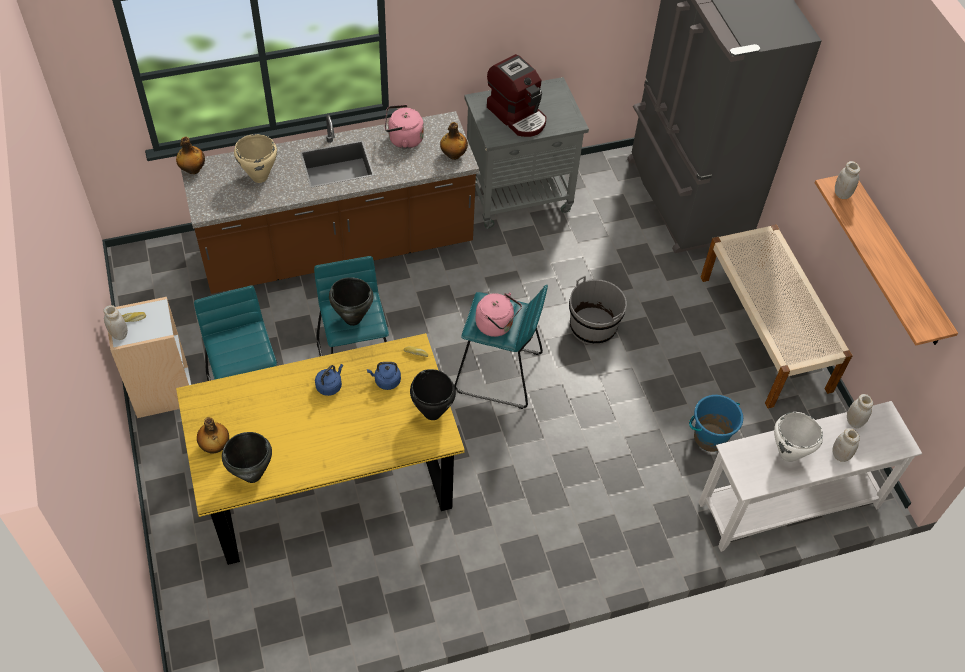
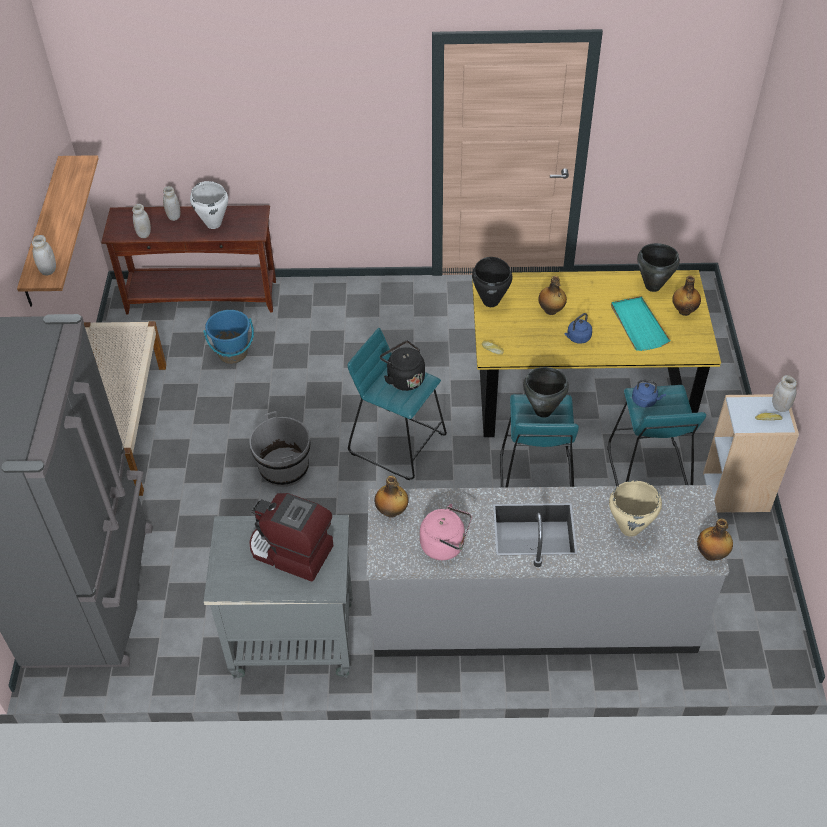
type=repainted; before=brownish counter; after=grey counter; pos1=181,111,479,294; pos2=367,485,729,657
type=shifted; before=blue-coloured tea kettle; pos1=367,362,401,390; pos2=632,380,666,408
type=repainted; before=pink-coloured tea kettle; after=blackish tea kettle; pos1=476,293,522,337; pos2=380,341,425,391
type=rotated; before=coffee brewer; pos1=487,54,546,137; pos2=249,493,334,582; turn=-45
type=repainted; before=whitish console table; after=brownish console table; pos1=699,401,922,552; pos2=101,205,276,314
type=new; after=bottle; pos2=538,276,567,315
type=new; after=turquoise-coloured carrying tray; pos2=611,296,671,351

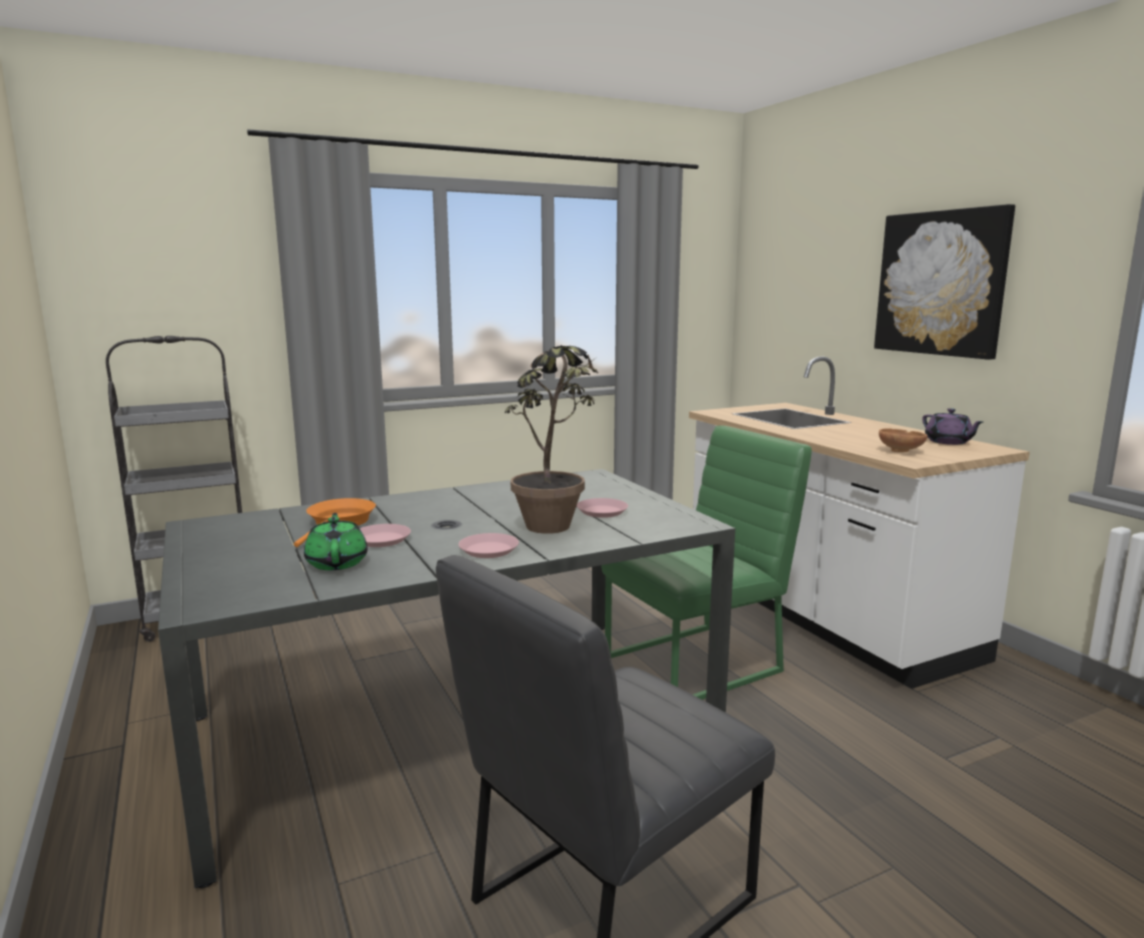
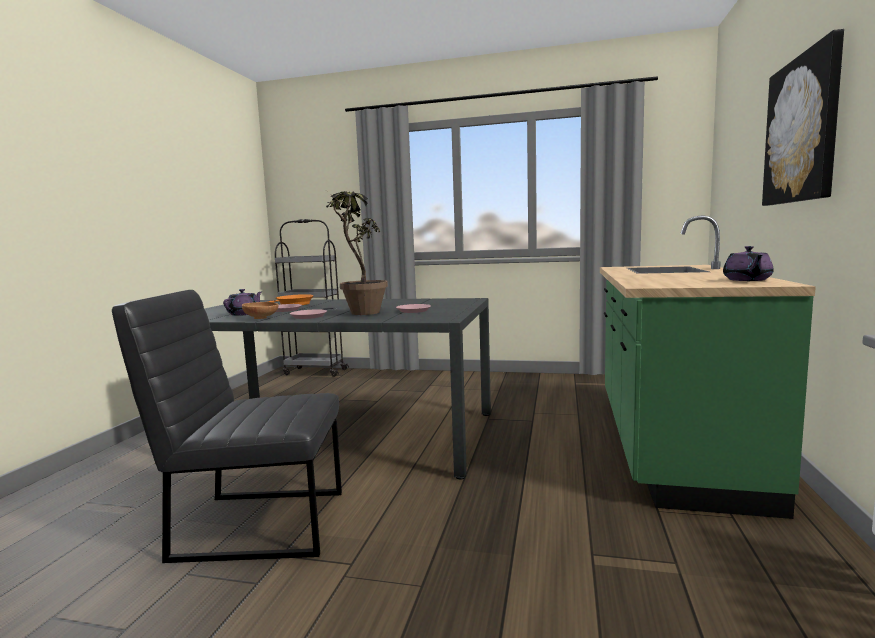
type=repainted; before=green teapot; after=purple teapot; pos1=304,513,368,570; pos2=223,289,262,316
type=gone; before=green chair; pos1=601,426,812,700
type=repainted; before=whitish counter; after=green counter; pos1=689,356,1030,689; pos2=600,215,816,519
type=shifted; before=brownish deep dish; pos1=879,428,927,452; pos2=242,302,278,319

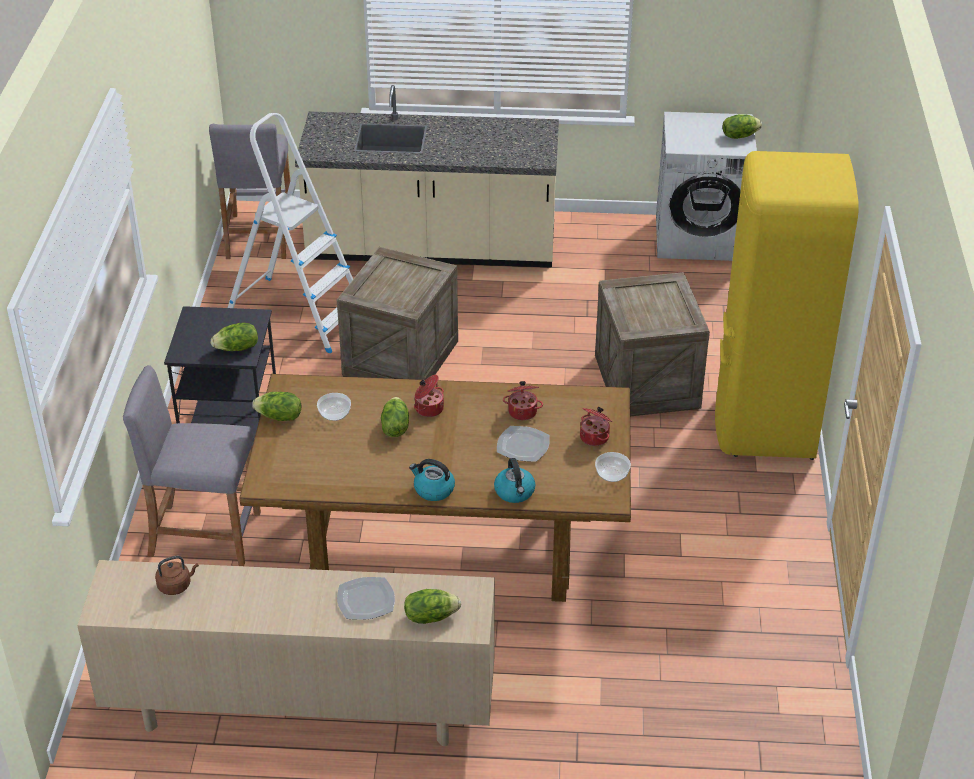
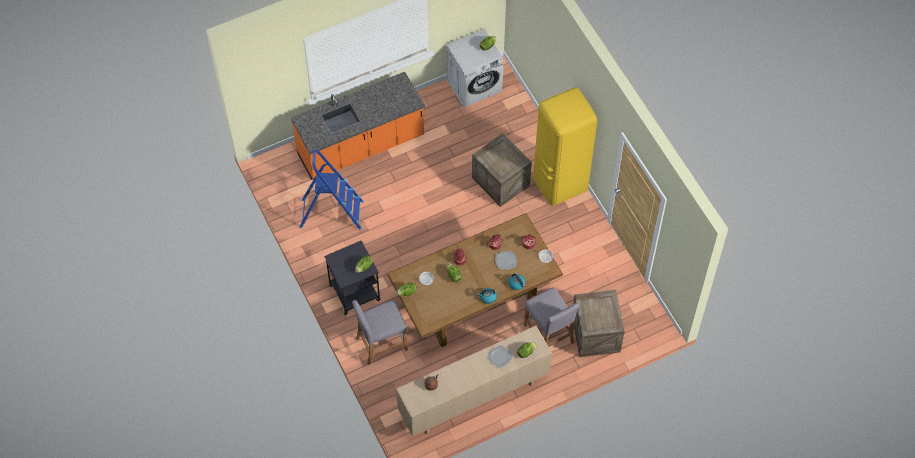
type=shifted; before=grey stool; pos1=209,123,290,259; pos2=524,287,579,347
type=repainted; before=whitish step stool; after=blue-coloured step stool; pos1=227,113,353,353; pos2=299,150,364,230
type=repainted; before=beige counter; after=orangey counter; pos1=295,85,559,268; pos2=291,72,425,180
type=shifted; before=shipping crate; pos1=337,247,458,380; pos2=573,290,625,357

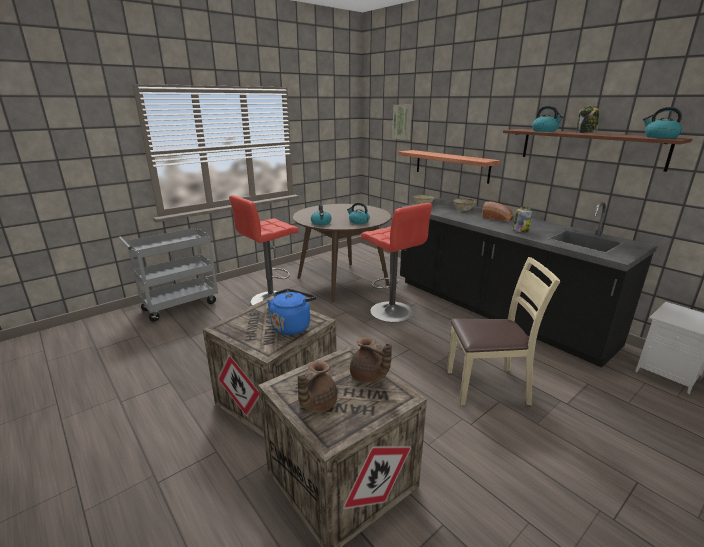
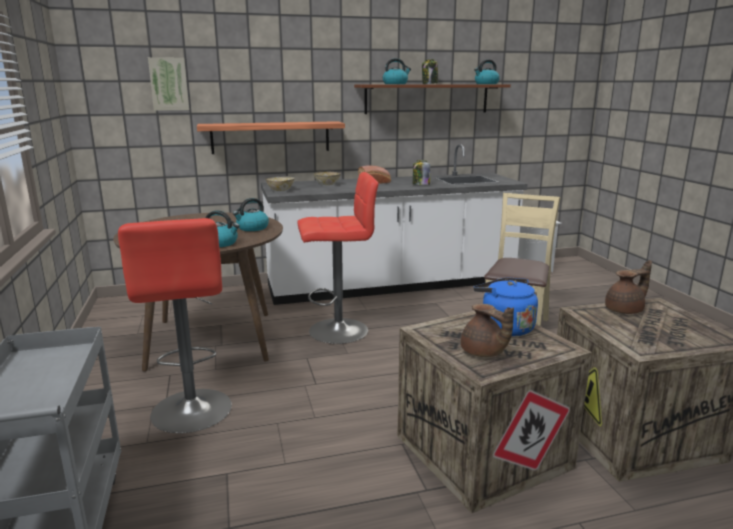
type=shifted; before=brownish teapot; pos1=298,361,337,412; pos2=461,304,514,357
type=repainted; before=blackish counter; after=whitish counter; pos1=400,198,657,368; pos2=261,144,528,305

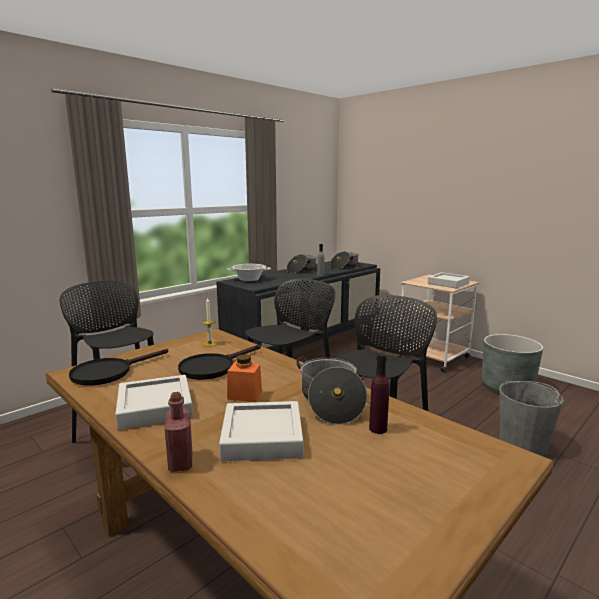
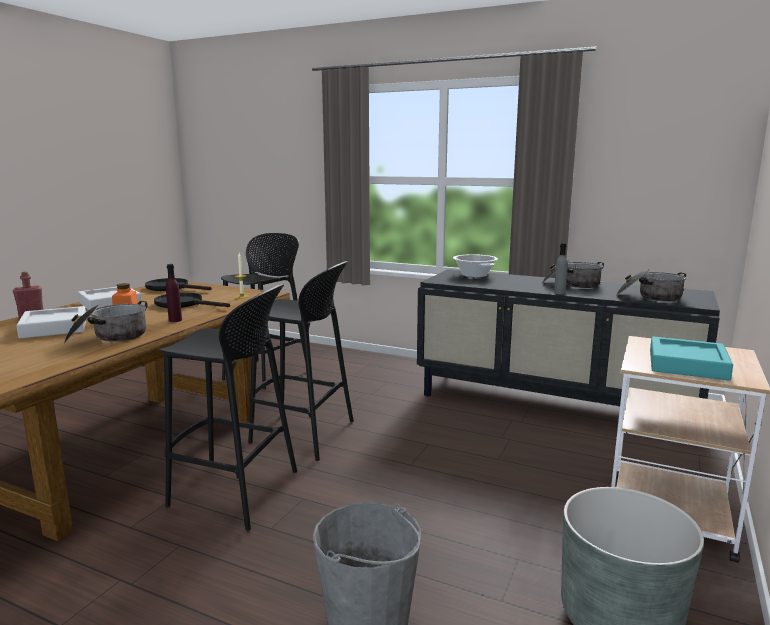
type=shifted; before=purple bottle; pos1=369,353,389,434; pos2=166,264,182,322
type=repainted; before=grey carrying tray; after=turquoise-coloured carrying tray; pos1=428,272,470,288; pos2=650,336,733,381

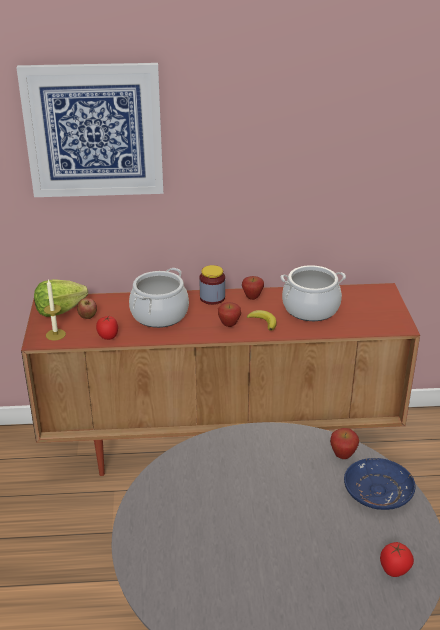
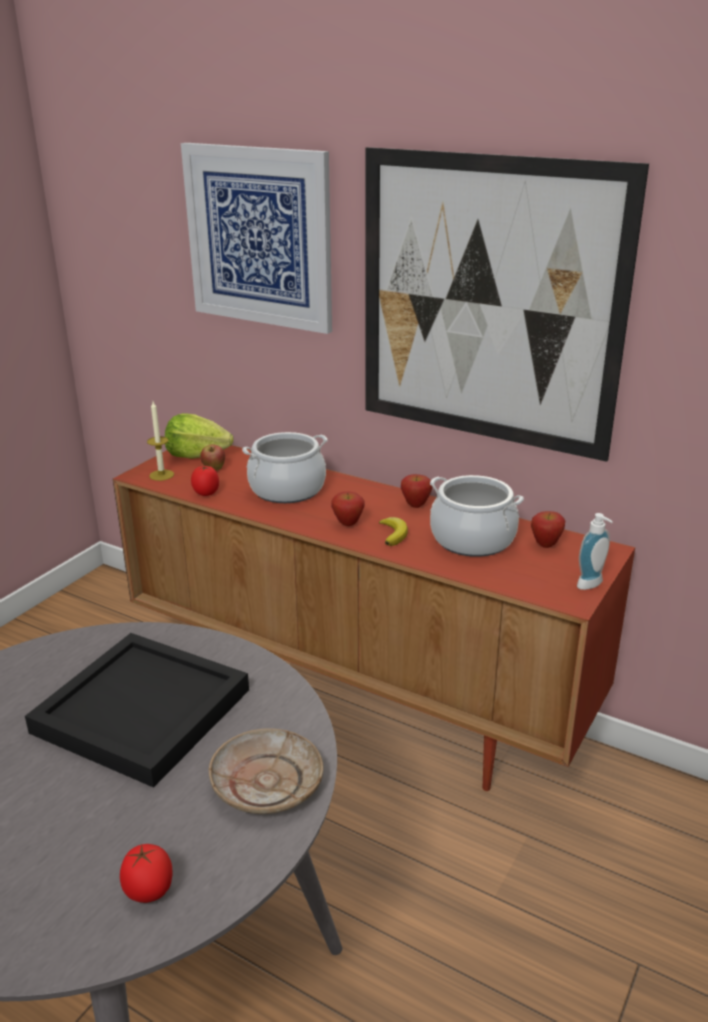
type=gone; before=storage jar; pos1=200,265,225,305
type=shifted; before=apple; pos1=330,428,359,459; pos2=531,511,565,548
type=repainted; before=blue-coloured dinner plate; after=beige dinner plate; pos1=344,458,416,510; pos2=209,728,324,814
type=new; after=blackish carrying tray; pos2=25,633,249,788
type=new; after=wall art; pos2=365,147,649,462
type=new; after=liquid soap bottle; pos2=577,513,613,590

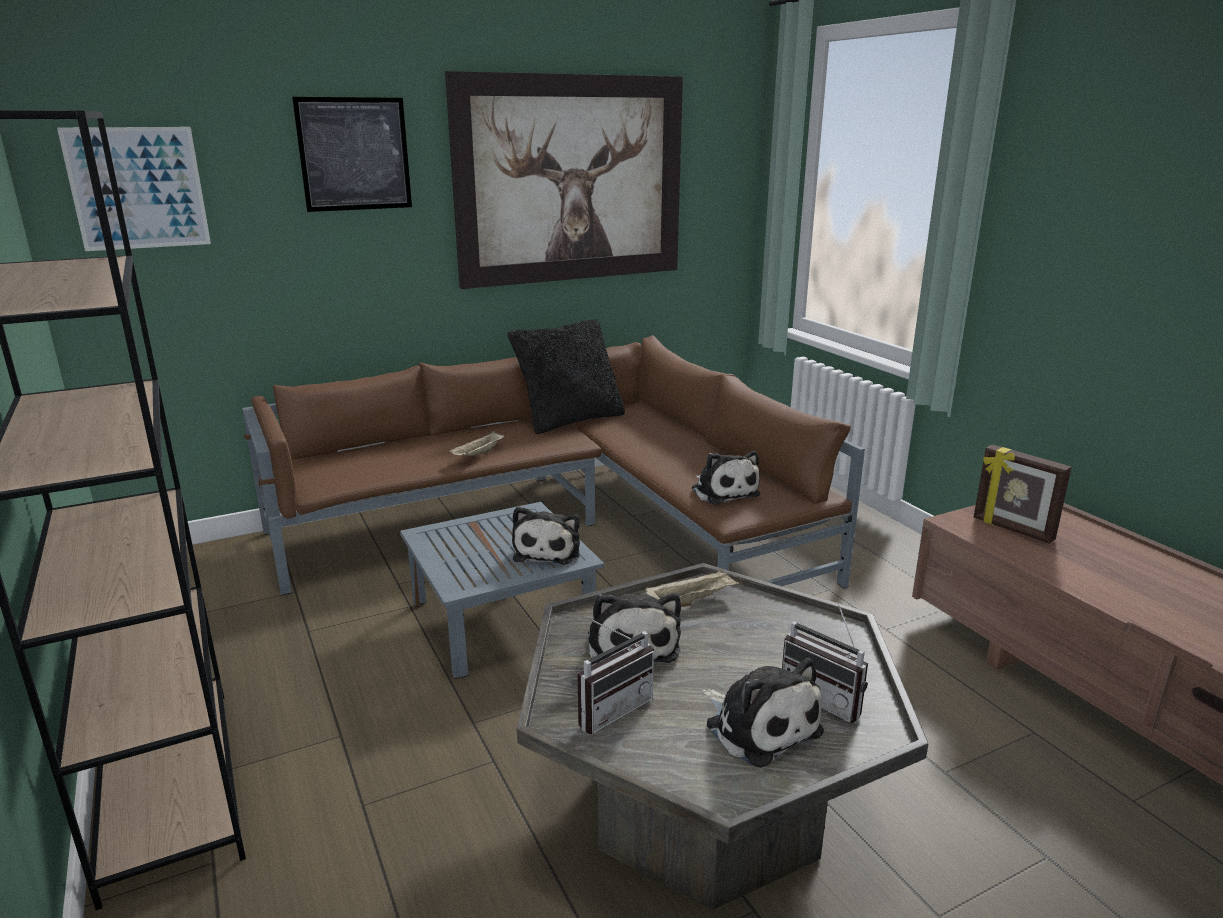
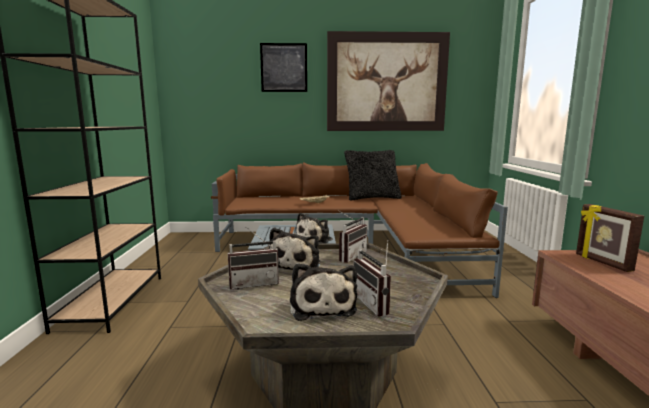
type=gone; before=wall art; pos1=57,127,211,251
type=swapped; before=beige carrying tray; after=radio; pos1=645,569,740,607; pos2=338,210,367,263
type=gone; before=cuddly toy; pos1=692,451,760,505

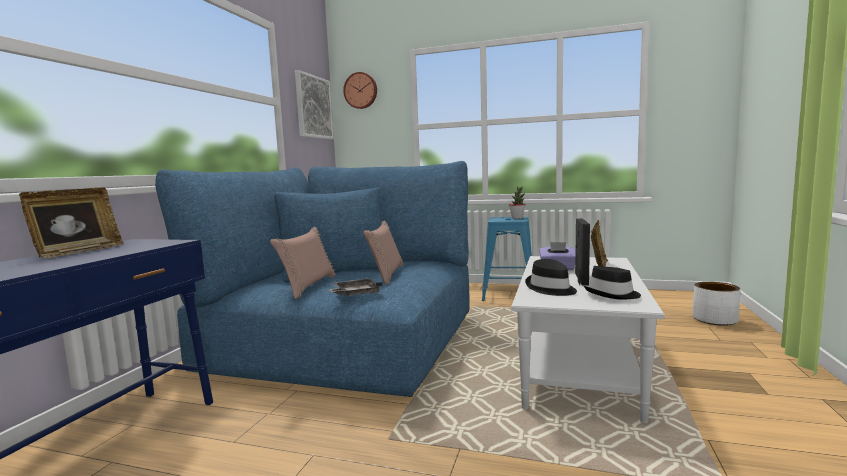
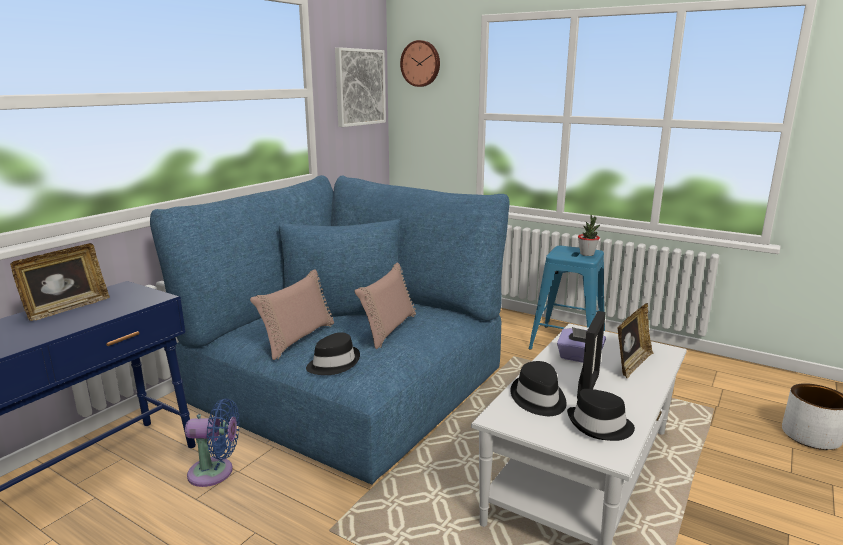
type=swapped; before=grey carrying tray; after=blackish wearable hat; pos1=328,278,383,296; pos2=306,332,360,375
type=new; after=blue-coloured cooling fan; pos2=185,398,240,487

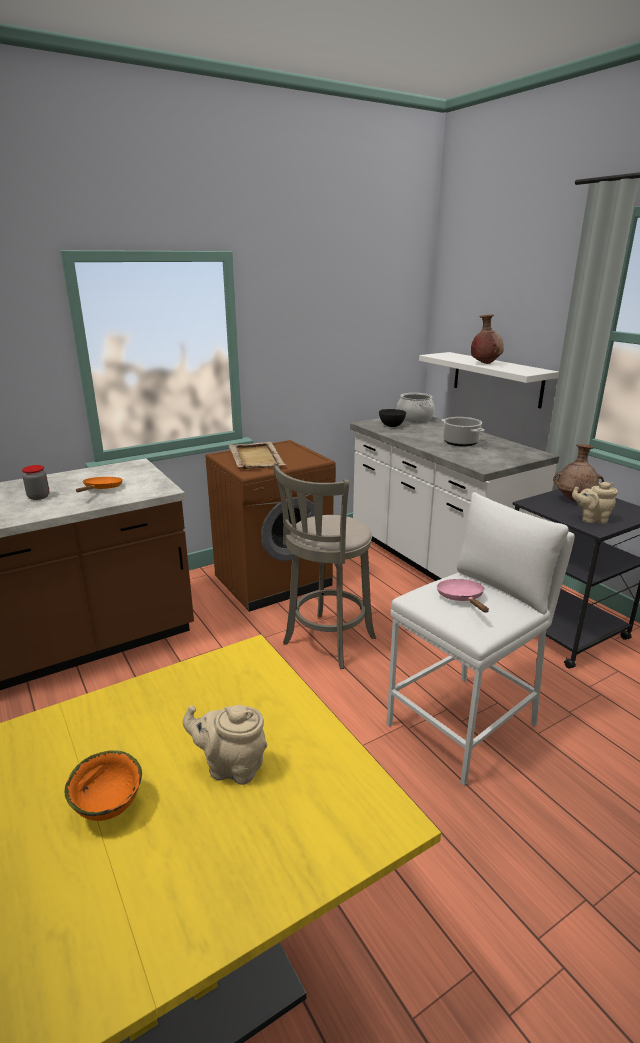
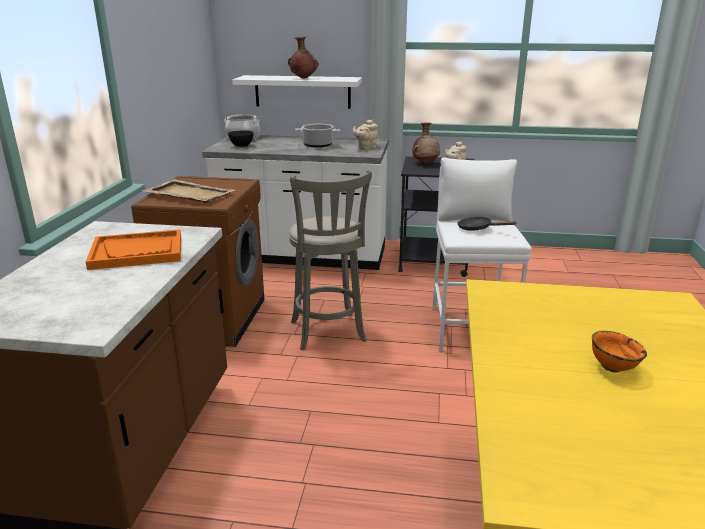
type=gone; before=storage jar; pos1=22,465,49,500
type=swapped; before=orangey pan; after=orangey carrying tray; pos1=76,477,123,492; pos2=86,229,181,270
type=shifted; before=beige teapot; pos1=183,705,267,785; pos2=353,120,378,150
type=repainted; before=pink-coloured pan; after=blackish pan; pos1=437,579,489,613; pos2=457,217,516,231

